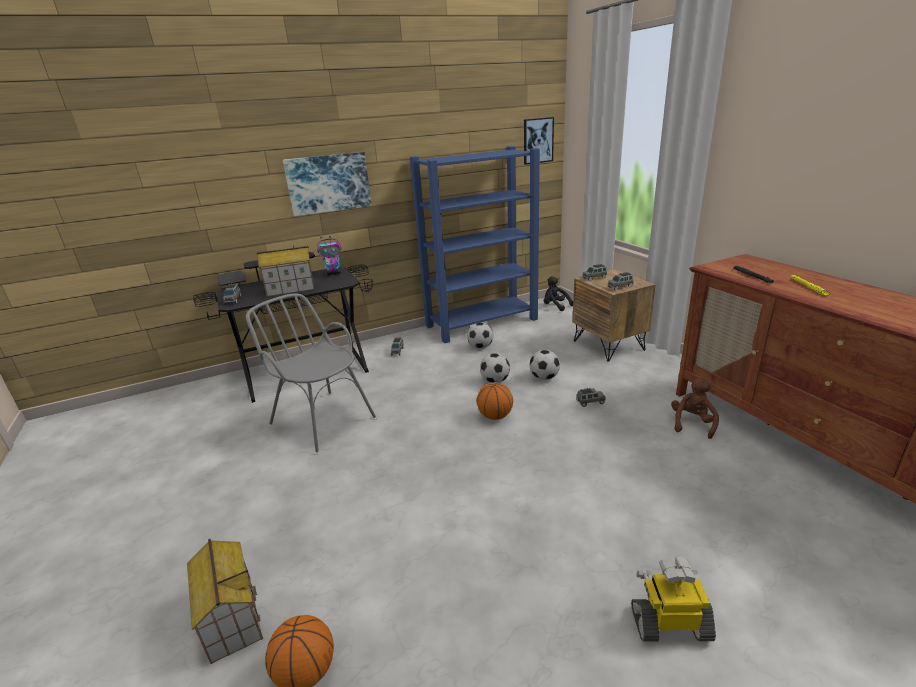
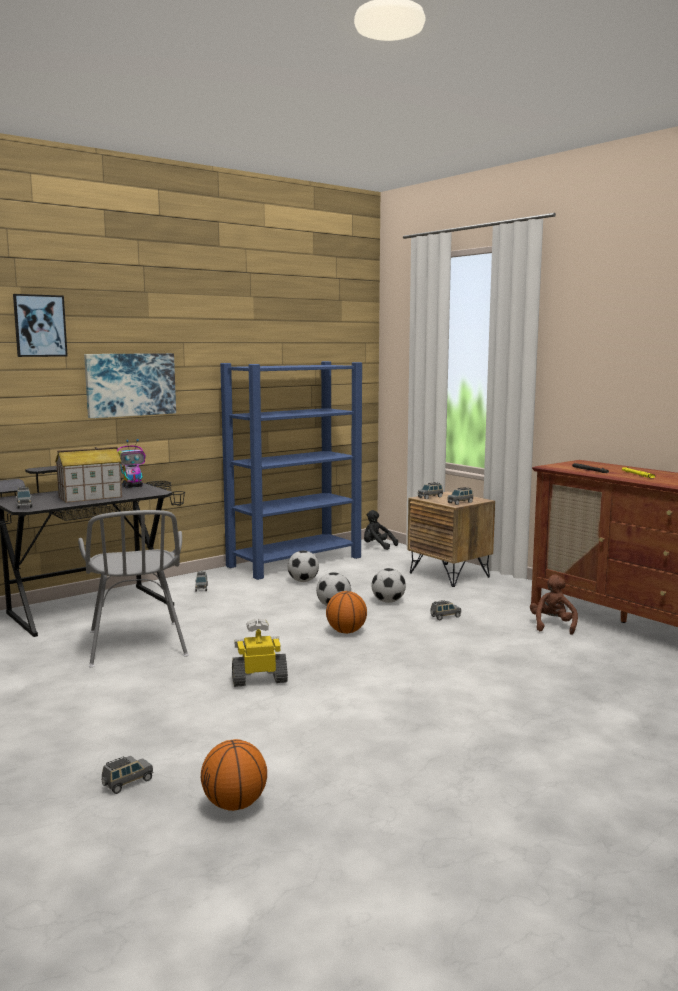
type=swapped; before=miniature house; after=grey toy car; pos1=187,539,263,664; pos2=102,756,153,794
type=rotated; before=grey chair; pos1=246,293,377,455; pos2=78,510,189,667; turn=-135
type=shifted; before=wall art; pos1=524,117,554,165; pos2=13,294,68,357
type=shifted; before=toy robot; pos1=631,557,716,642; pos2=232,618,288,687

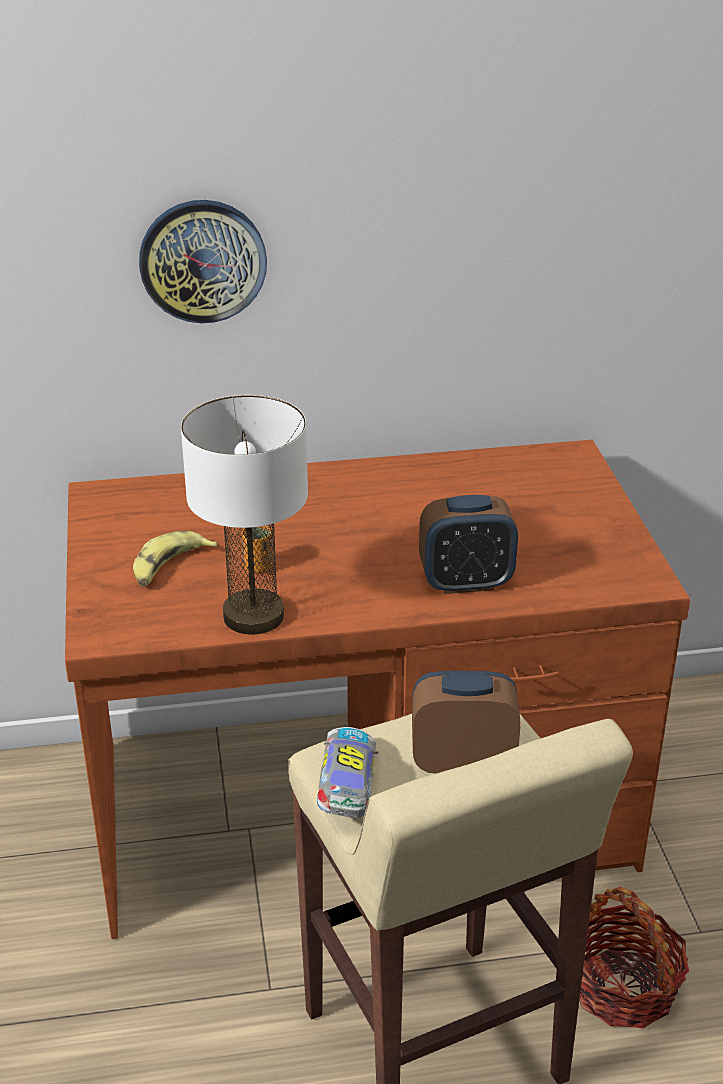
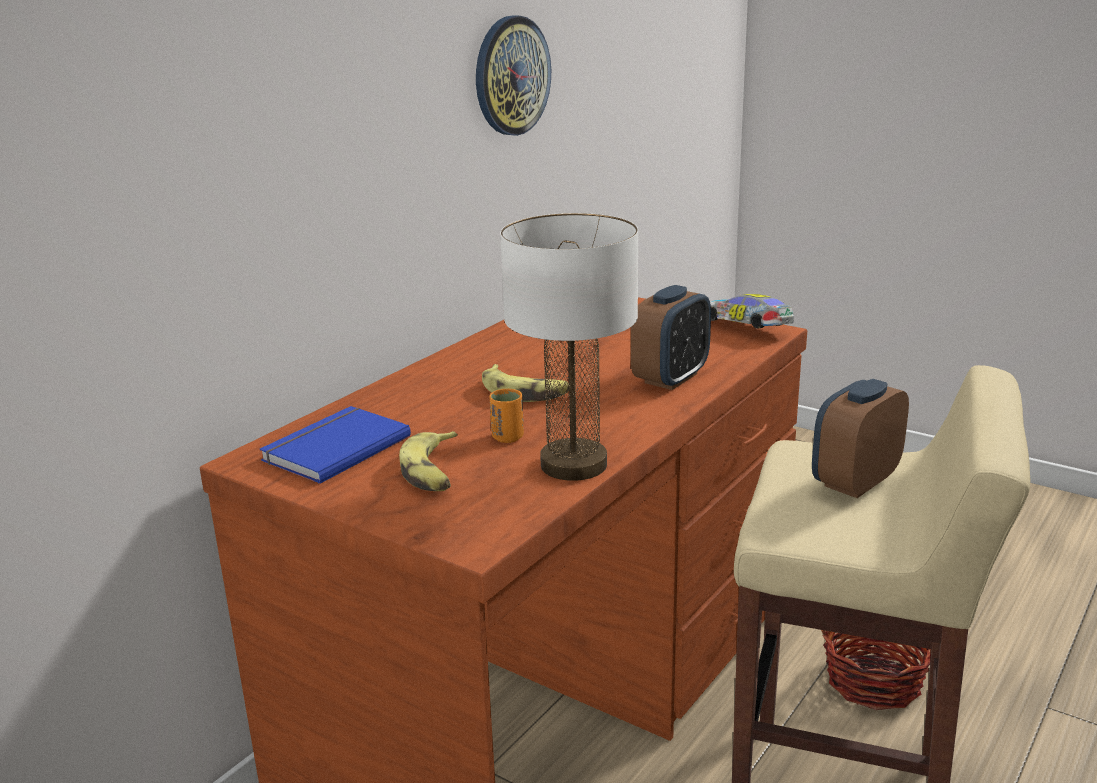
type=shifted; before=wall clock; pos1=139,200,267,323; pos2=476,15,551,136
type=shifted; before=toy car; pos1=317,727,378,818; pos2=710,294,794,329
type=new; after=blue-coloured book; pos2=260,406,411,484
type=new; after=banana; pos2=482,364,569,402

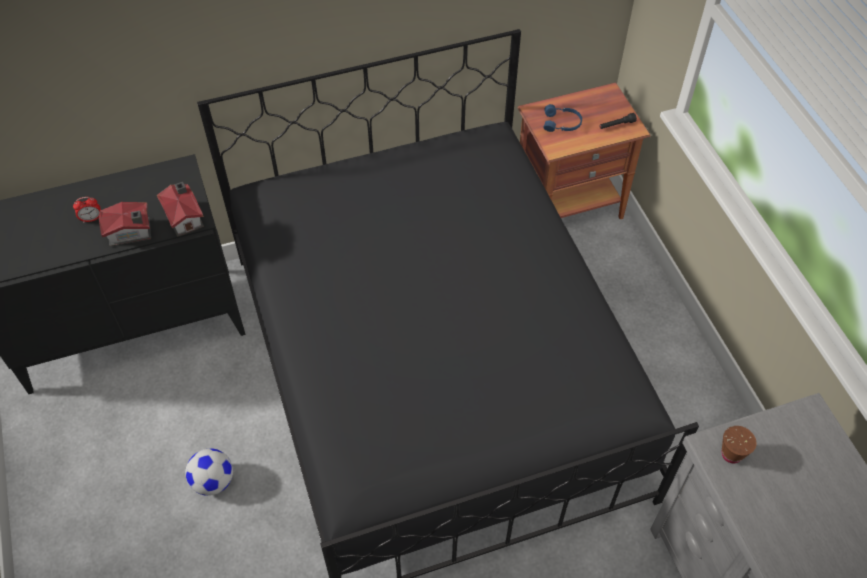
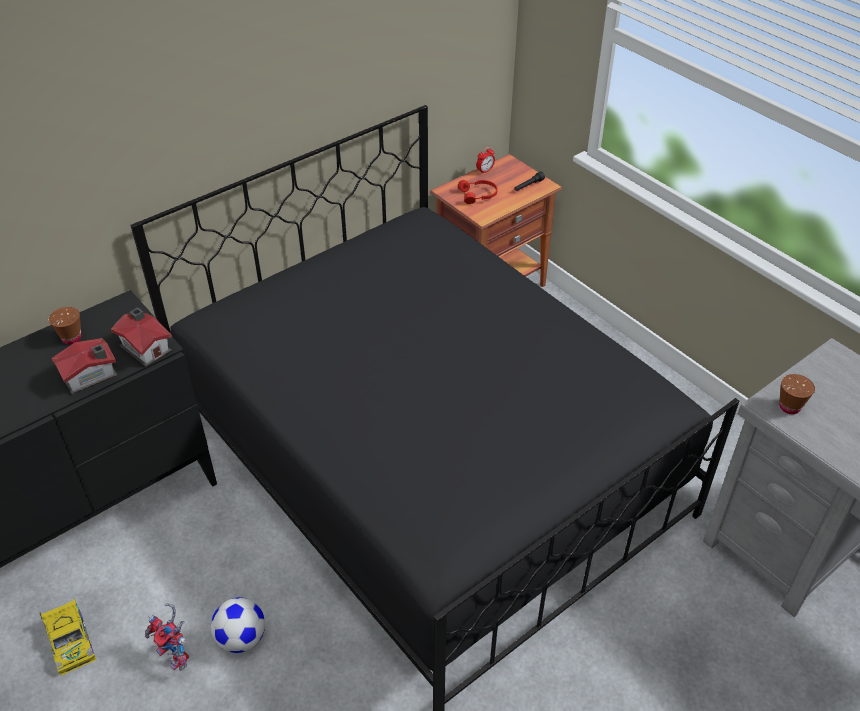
type=shifted; before=alarm clock; pos1=73,197,101,223; pos2=476,147,495,175
type=repainted; before=blue-coloured headset; after=reddish headset; pos1=543,104,582,132; pos2=458,180,498,204
type=new; after=toy car; pos2=40,598,96,676
type=new; after=brownish small cup; pos2=48,307,81,344
type=new; after=toy robot; pos2=145,603,189,671

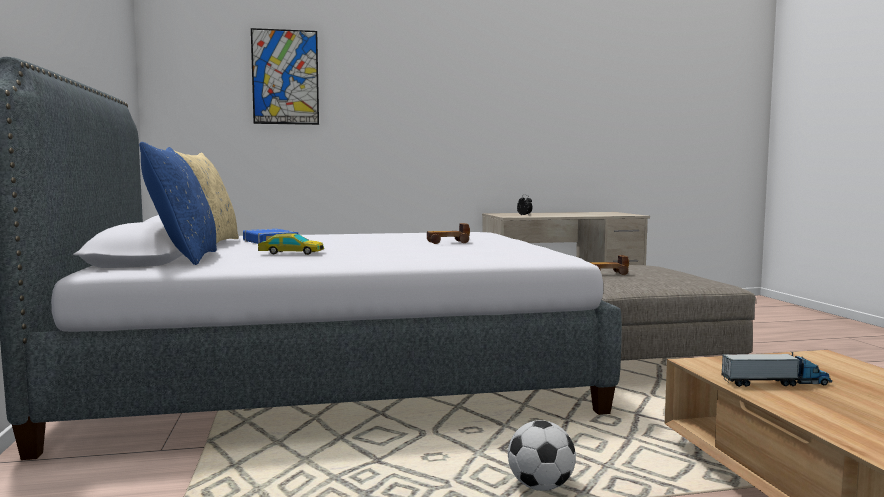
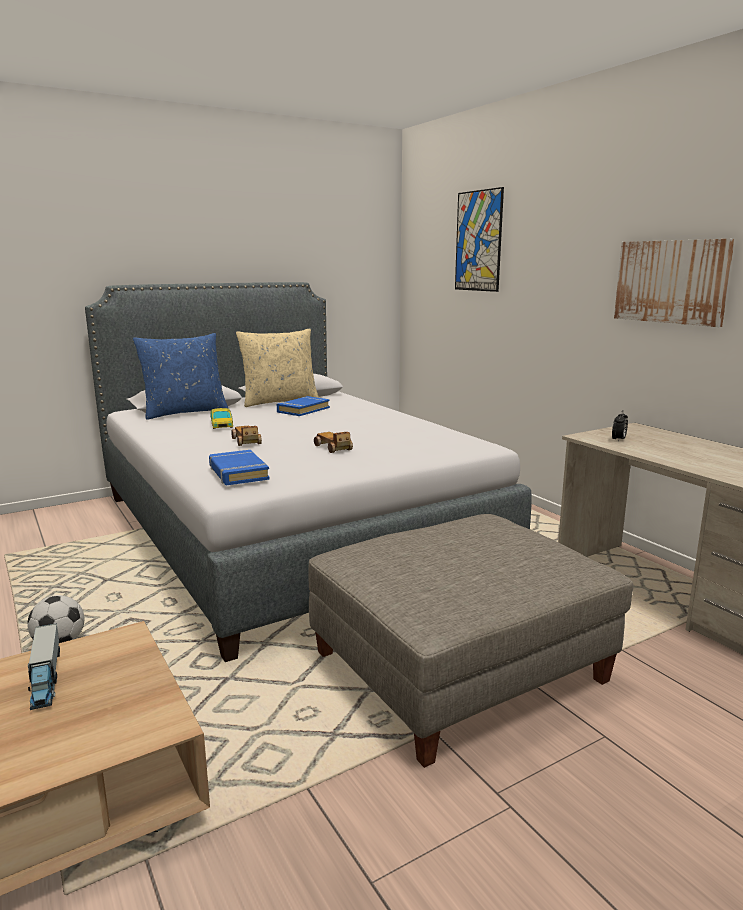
type=shifted; before=toy car; pos1=589,255,629,275; pos2=231,426,262,446
type=new; after=blue-coloured book; pos2=209,450,270,485
type=new; after=wall art; pos2=614,239,735,327

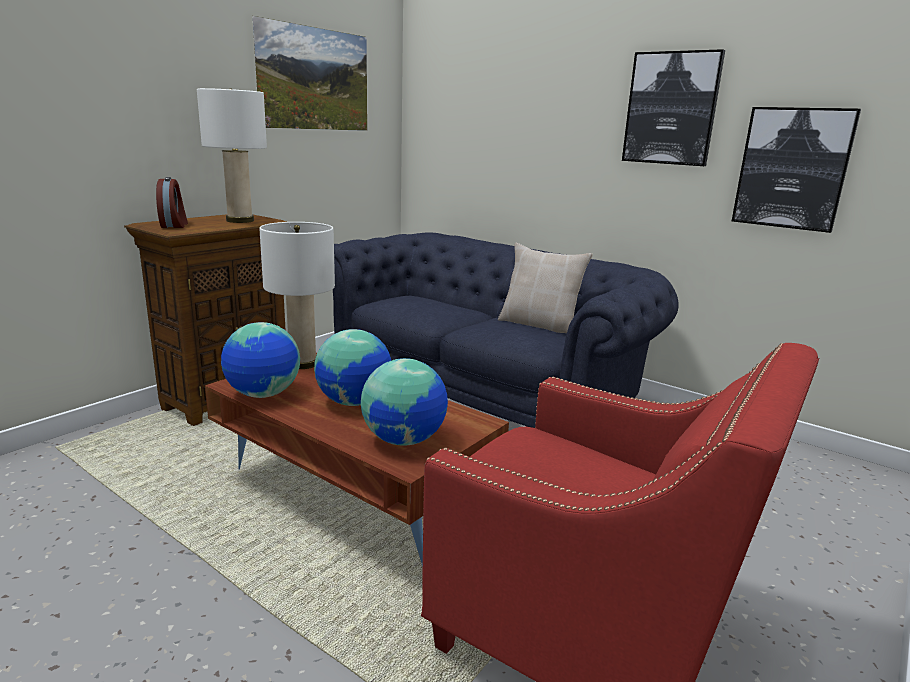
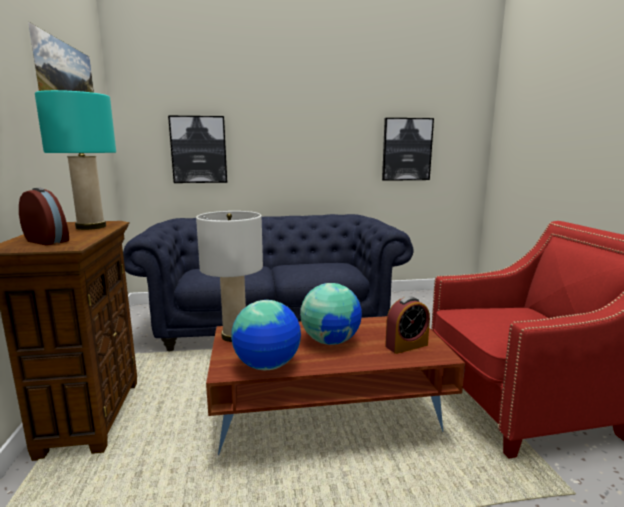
type=repainted; before=whitish lamp for a table; after=turquoise-coloured lamp for a table; pos1=197,88,267,223; pos2=35,90,116,230
type=swapped; before=desk globe; after=alarm clock; pos1=361,358,448,446; pos2=385,296,430,354
type=gone; before=beige cushion; pos1=498,243,593,334
type=shifted; before=wall art; pos1=622,49,725,166; pos2=168,116,227,183

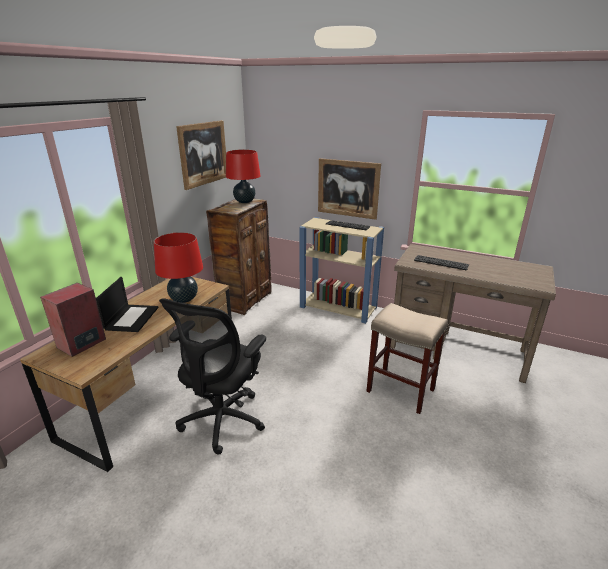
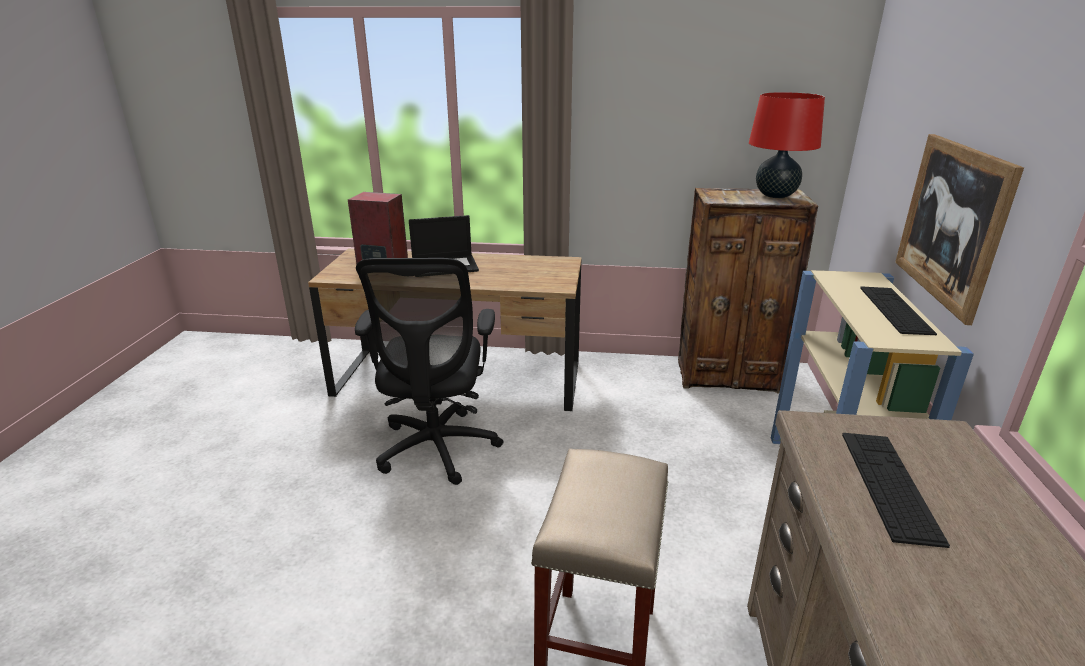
type=gone; before=reddish lamp for a table; pos1=154,232,203,303
type=rotated; before=blackish office chair; pos1=159,298,266,455; pos2=355,258,504,485; turn=-90
type=gone; before=wall art; pos1=176,120,226,190

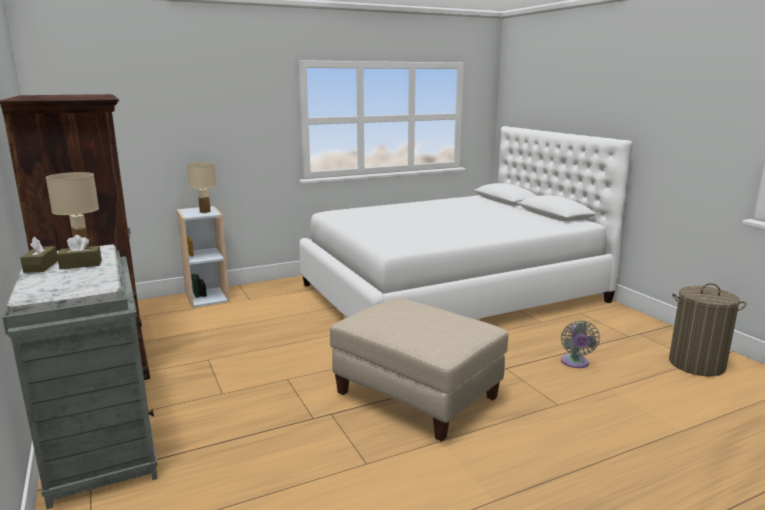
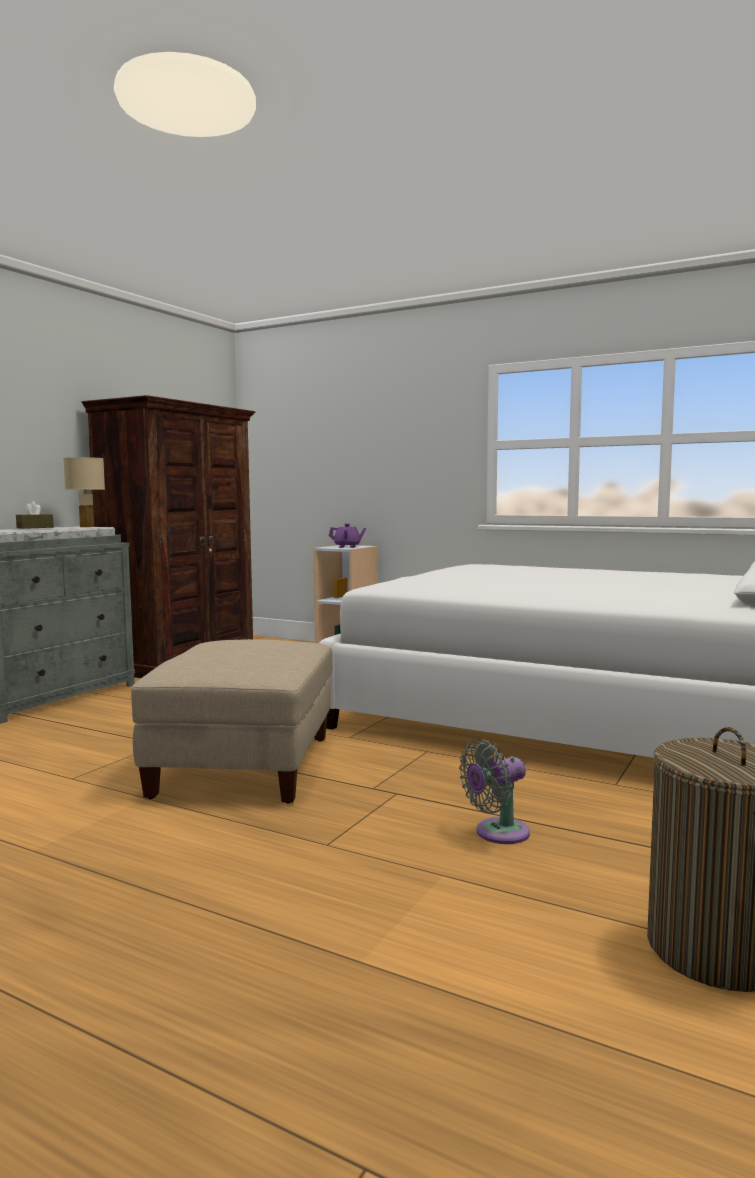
type=gone; before=brownish tissue holder; pos1=57,235,102,269
type=swapped; before=beige lamp for a table; after=purple teapot; pos1=187,162,217,213; pos2=329,523,366,548

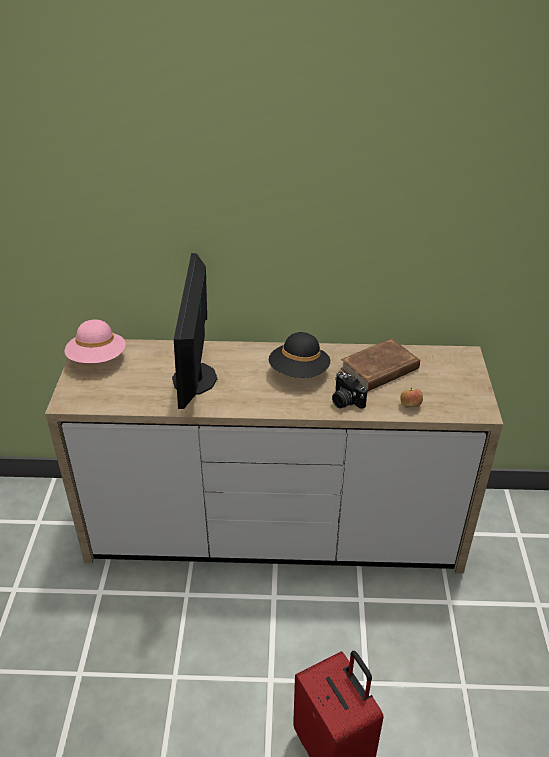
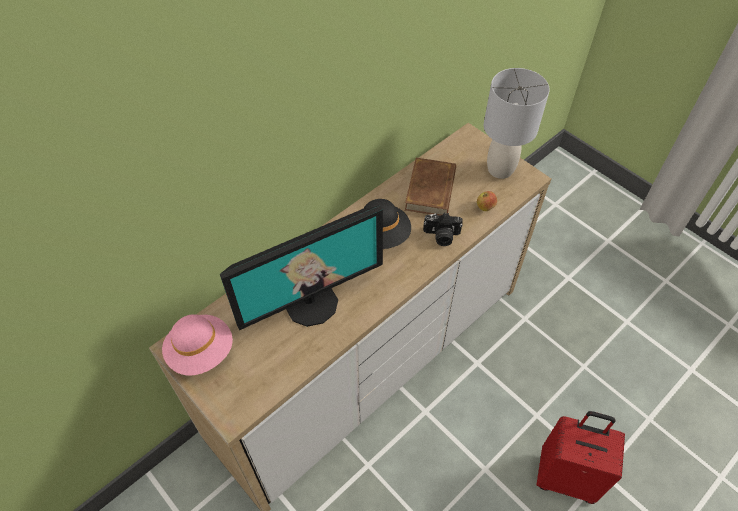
type=rotated; before=computer screen; pos1=172,253,217,409; pos2=220,206,383,330; turn=-75
type=new; after=grey lamp for a table; pos2=484,68,550,179

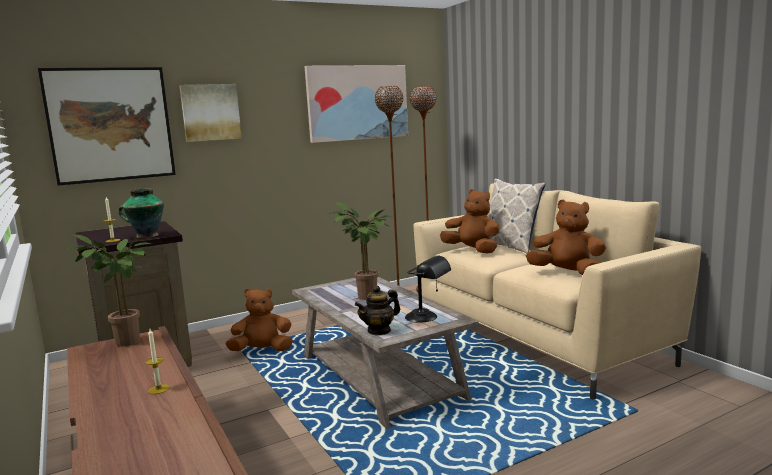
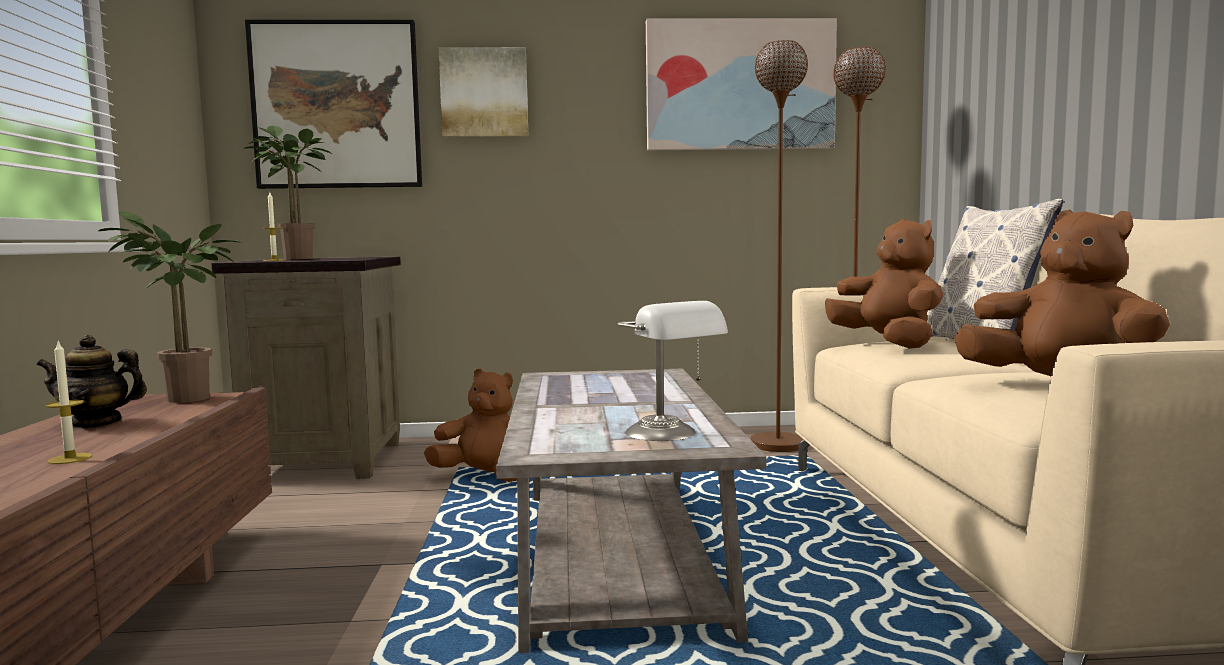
type=gone; before=decorative vase; pos1=118,188,164,238
type=shifted; before=plant in a pot; pos1=328,202,393,300; pos2=243,126,332,259
type=shifted; before=teapot; pos1=355,285,400,336; pos2=37,335,147,429
type=repainted; before=blackish lamp for a table; after=whitish lamp for a table; pos1=405,256,451,323; pos2=617,301,728,441

